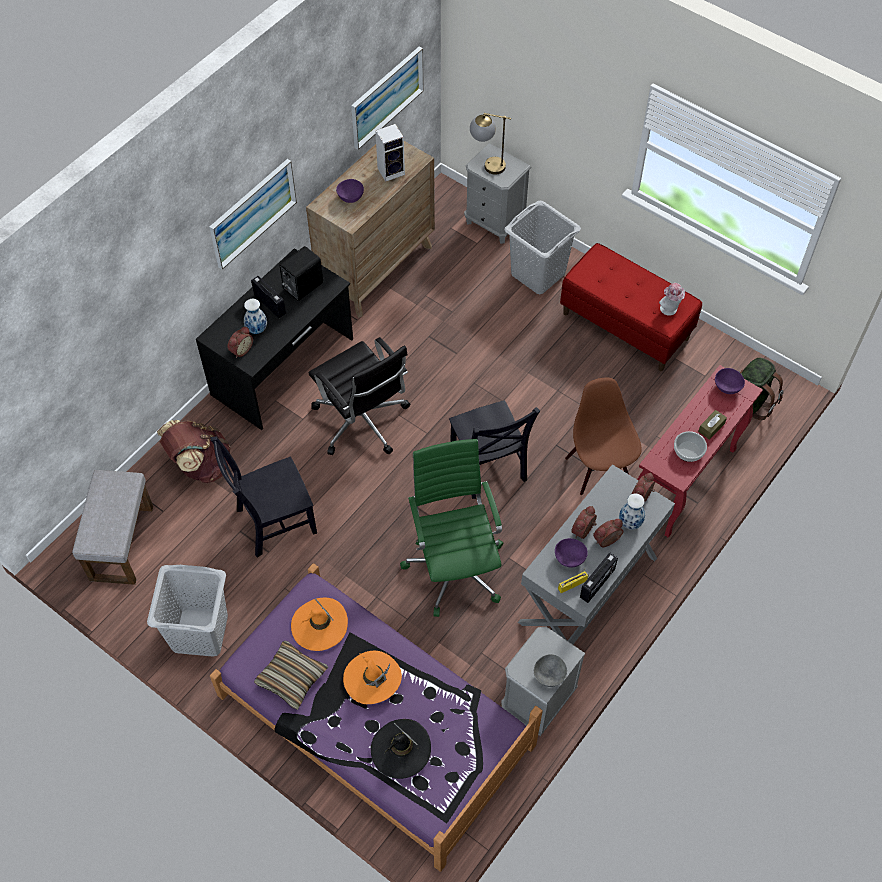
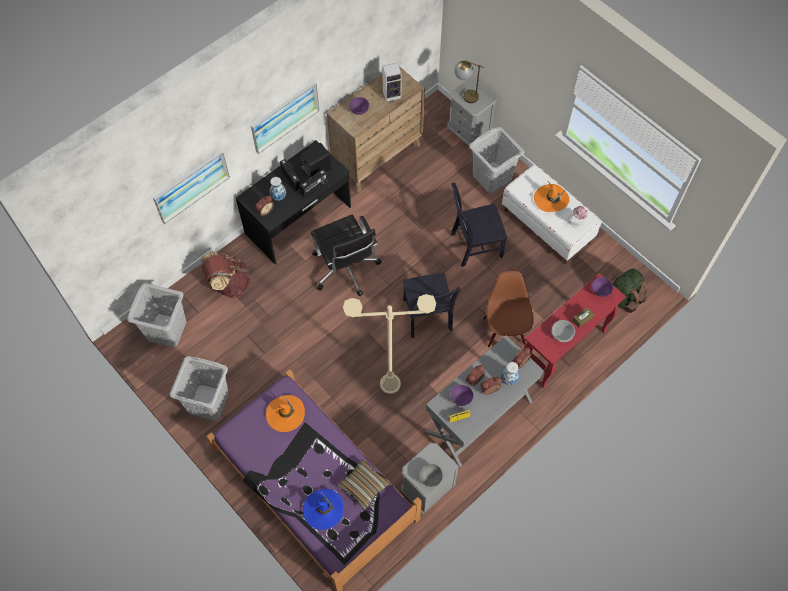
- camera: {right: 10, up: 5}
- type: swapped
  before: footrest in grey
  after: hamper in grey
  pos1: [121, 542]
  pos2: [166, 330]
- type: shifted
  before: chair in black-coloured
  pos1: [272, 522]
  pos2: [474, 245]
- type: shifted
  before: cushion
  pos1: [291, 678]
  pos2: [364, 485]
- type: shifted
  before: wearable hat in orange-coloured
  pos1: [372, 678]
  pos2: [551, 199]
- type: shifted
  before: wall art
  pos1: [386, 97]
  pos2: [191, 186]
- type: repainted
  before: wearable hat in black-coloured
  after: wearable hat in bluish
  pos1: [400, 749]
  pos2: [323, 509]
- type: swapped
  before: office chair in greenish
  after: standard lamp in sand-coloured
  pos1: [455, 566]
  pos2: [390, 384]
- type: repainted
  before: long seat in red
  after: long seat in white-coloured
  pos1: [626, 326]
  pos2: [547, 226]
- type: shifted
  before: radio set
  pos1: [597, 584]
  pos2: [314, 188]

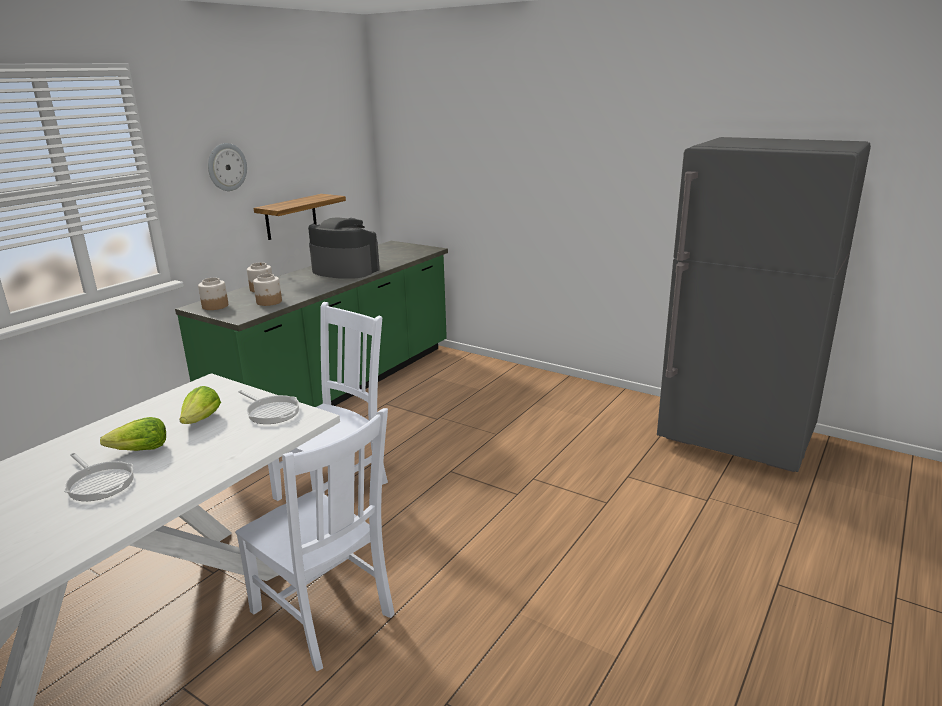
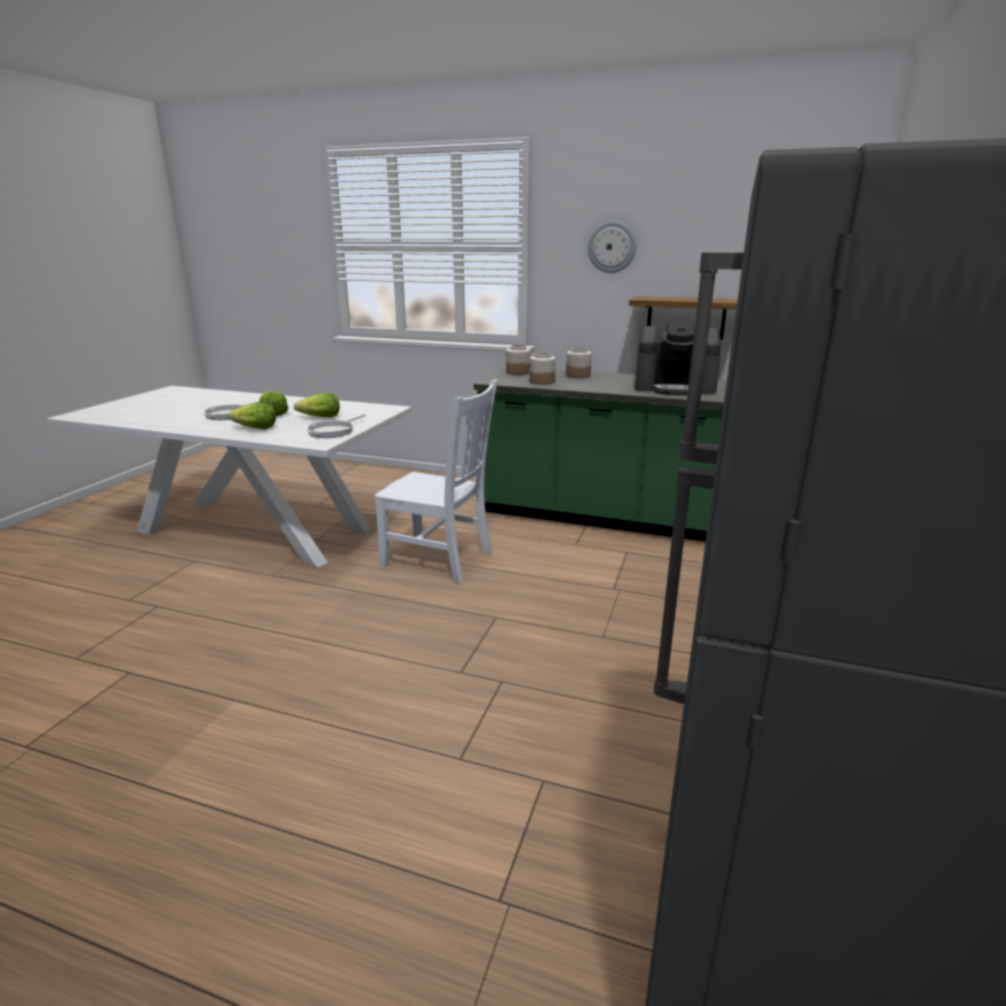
- camera: {right: 75, up: 0}
- type: gone
  before: chair in white-coloured
  pos1: [324, 615]
- type: rotated
  before: coffee machine
  pos1: [344, 270]
  pos2: [675, 387]
  turn: 90
- type: new
  after: lettuce head
  pos2: [255, 429]

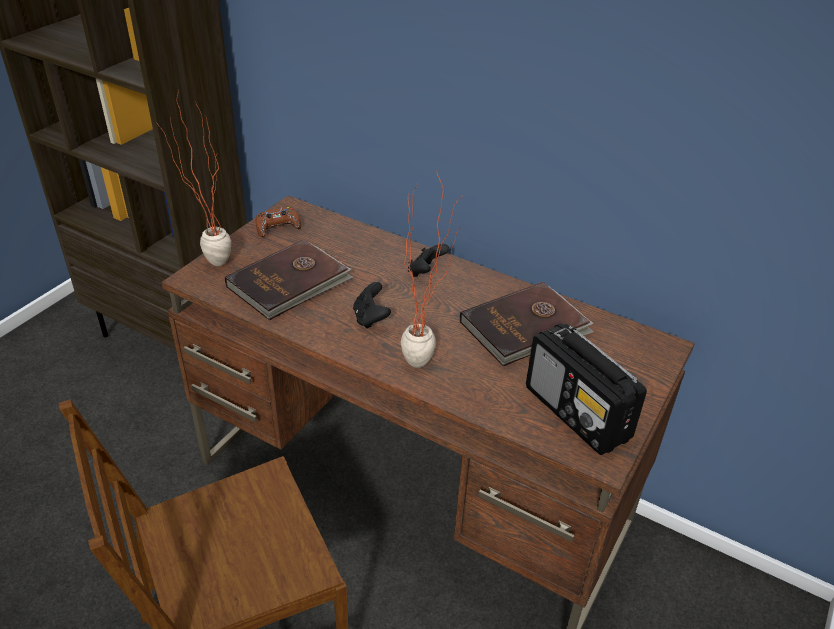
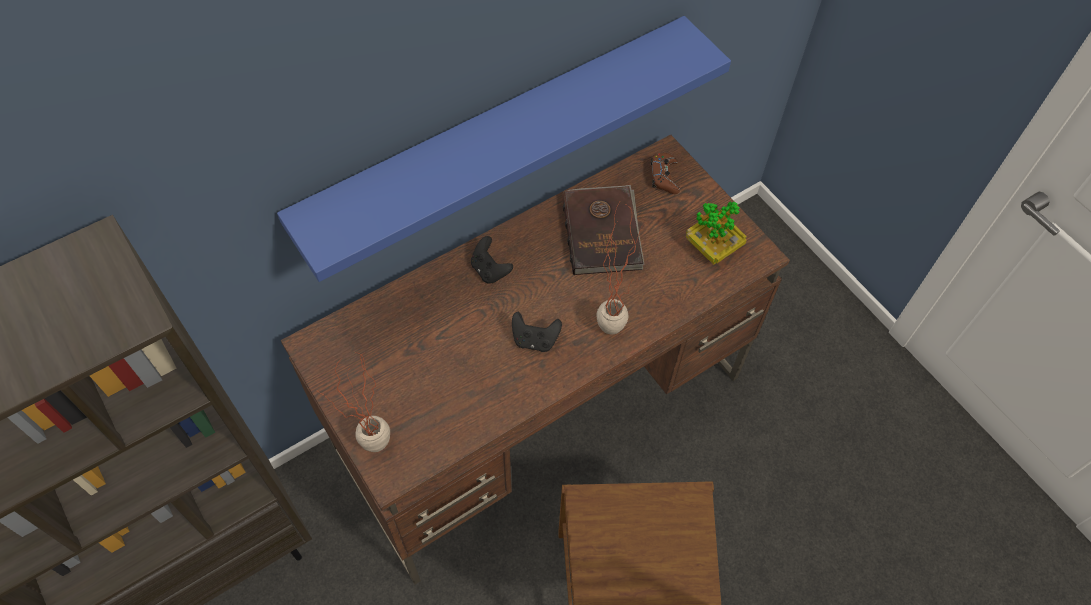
- camera: {right: -65, up: 20}
- type: gone
  before: bound book in brown
  pos1: [290, 283]
- type: shifted
  before: gamepad in brown
  pos1: [277, 227]
  pos2: [664, 177]
- type: swapped
  before: radio set
  after: houseplant
  pos1: [577, 414]
  pos2: [712, 247]
- type: new
  after: shelf in bluish
  pos2: [496, 136]

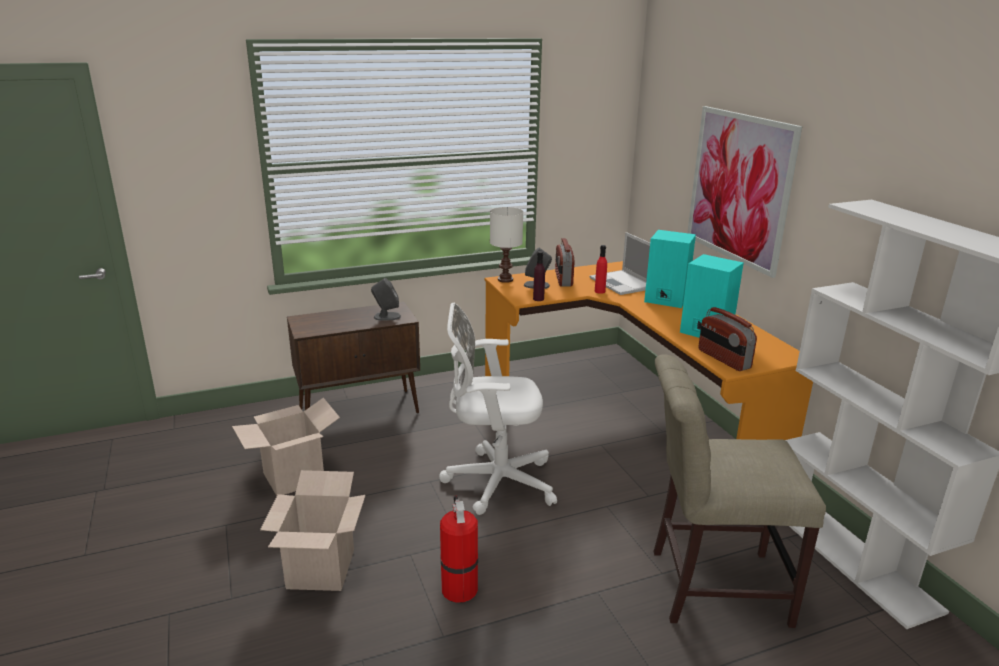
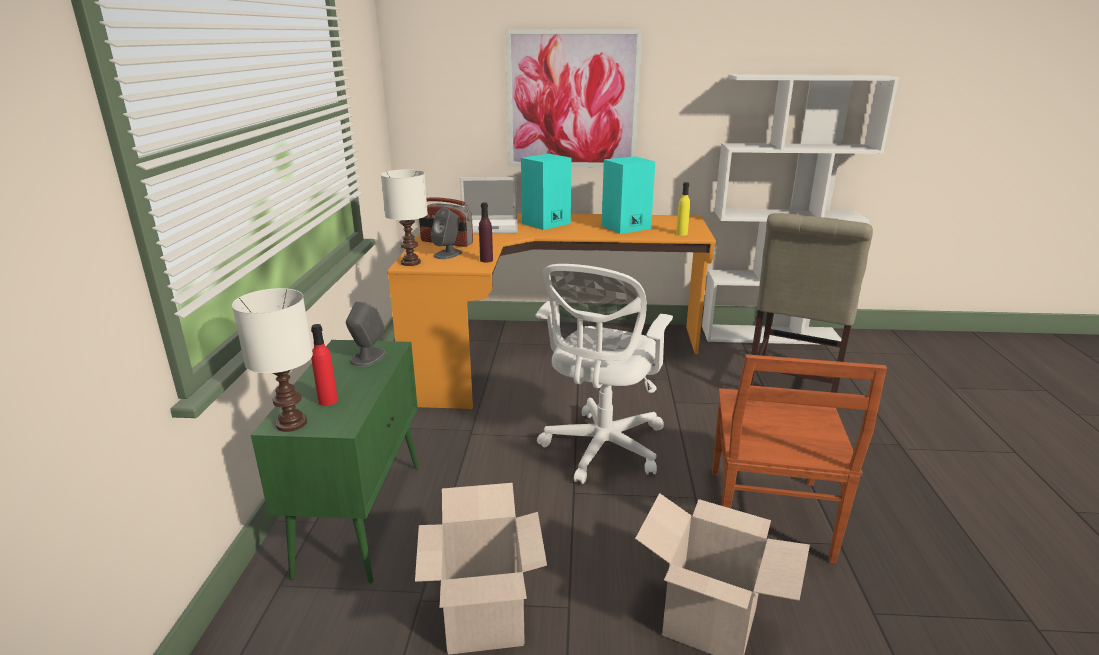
- camera: {right: -65, up: 0}
- type: repainted
  before: storage cabinet in brown
  after: storage cabinet in greenish
  pos1: [360, 411]
  pos2: [361, 516]
- type: swapped
  before: fire-fighting cylinder
  after: chair in brown
  pos1: [459, 587]
  pos2: [768, 516]
- type: shifted
  before: drink bottle in red
  pos1: [599, 291]
  pos2: [328, 401]
- type: swapped
  before: radio set
  after: drink bottle in yellow
  pos1: [723, 359]
  pos2: [681, 234]
- type: new
  after: tabletop lamp in white-coloured
  pos2: [292, 424]

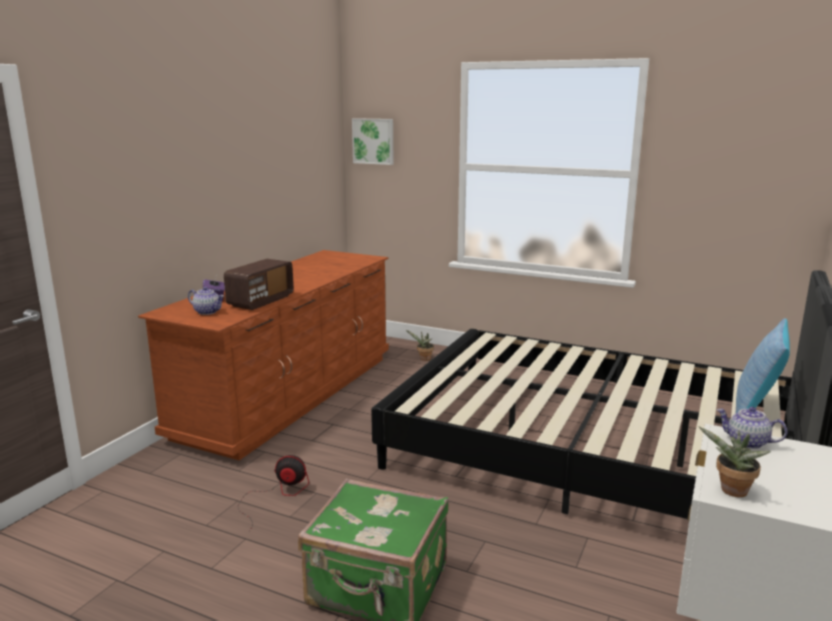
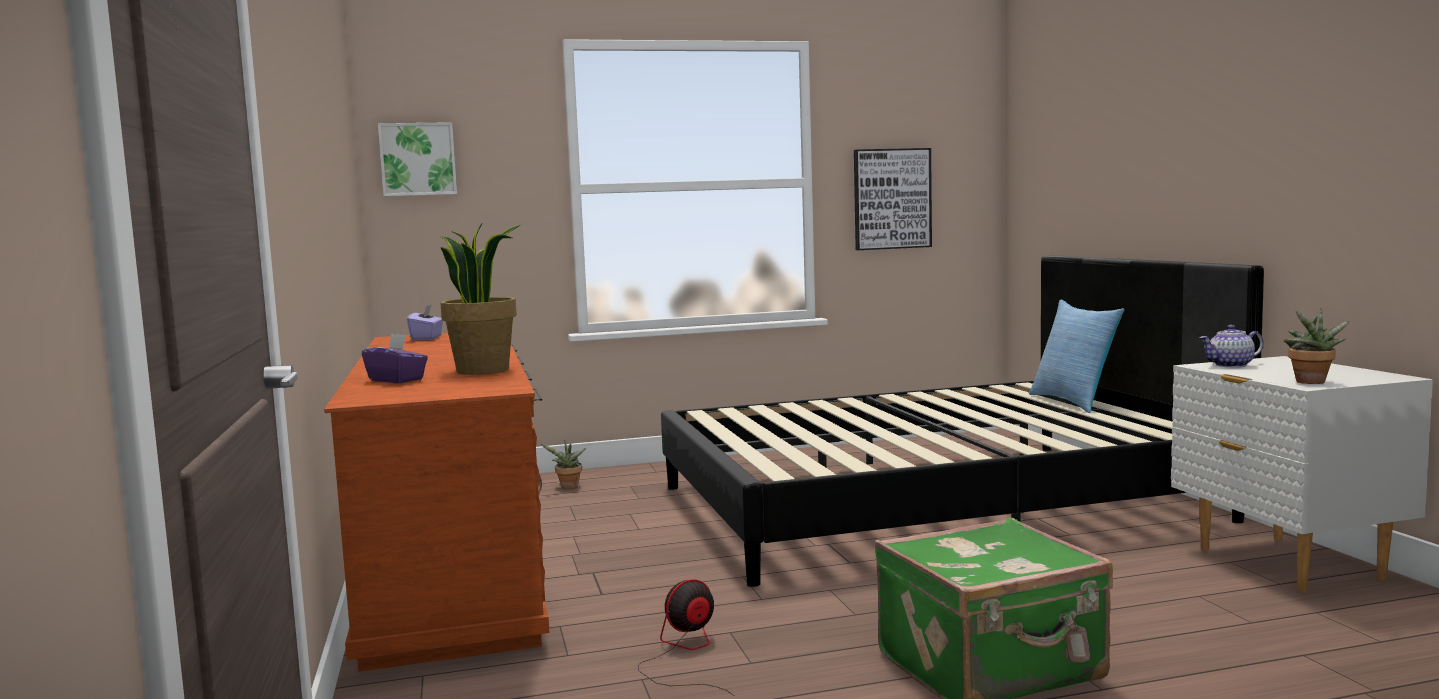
- camera: {right: -40, up: -10}
- type: gone
  before: teapot
  pos1: [208, 312]
- type: swapped
  before: radio set
  after: houseplant
  pos1: [261, 301]
  pos2: [483, 370]
- type: new
  after: tissue box in purple-coloured
  pos2: [427, 338]
- type: new
  after: wall art
  pos2: [891, 199]

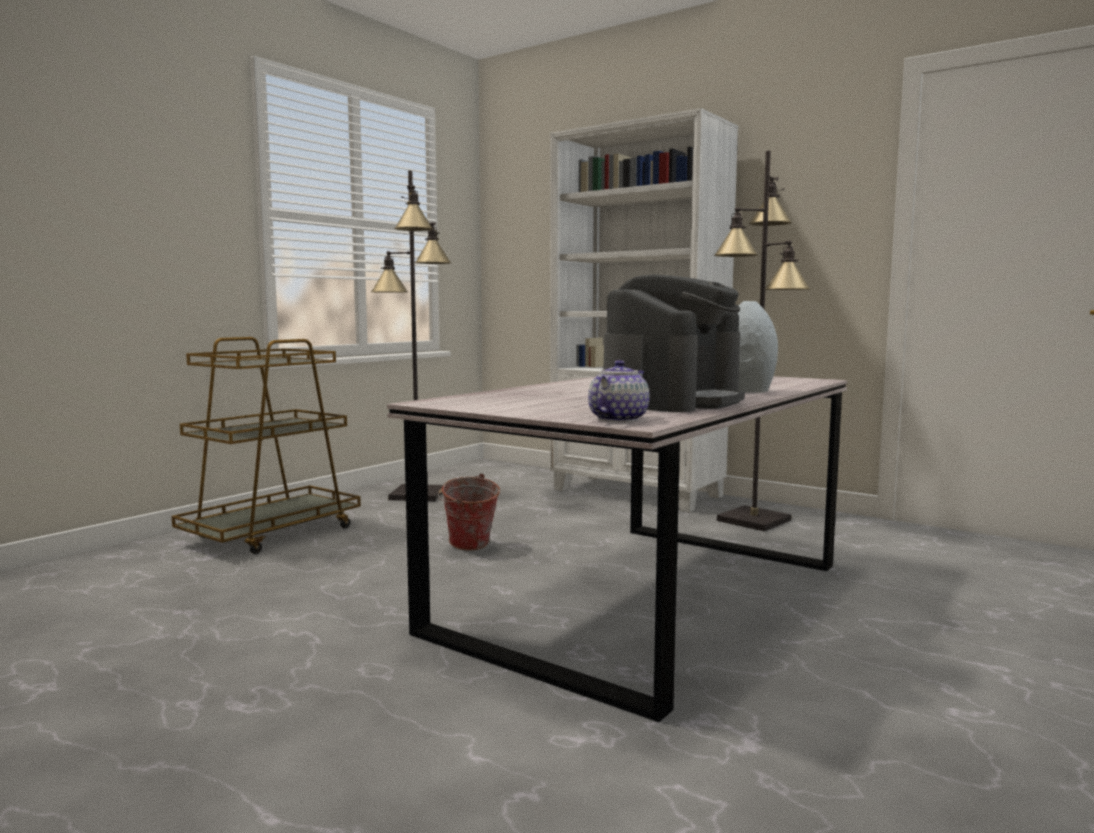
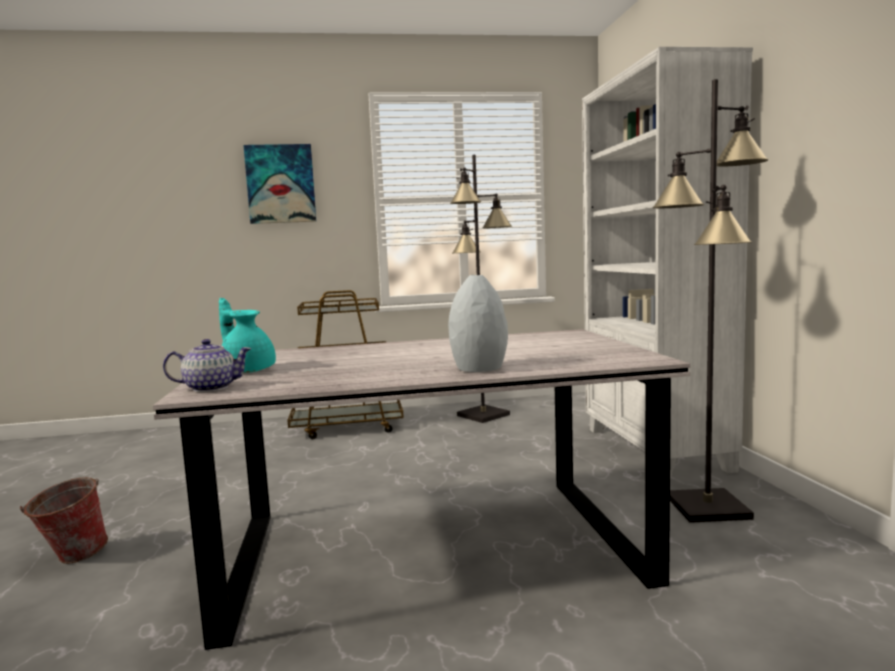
- camera: {right: 45, up: 0}
- type: shifted
  before: pail
  pos1: [469, 548]
  pos2: [71, 558]
- type: gone
  before: coffee machine
  pos1: [673, 401]
- type: new
  after: teapot in turquoise
  pos2: [247, 370]
- type: new
  after: wall art
  pos2: [281, 184]

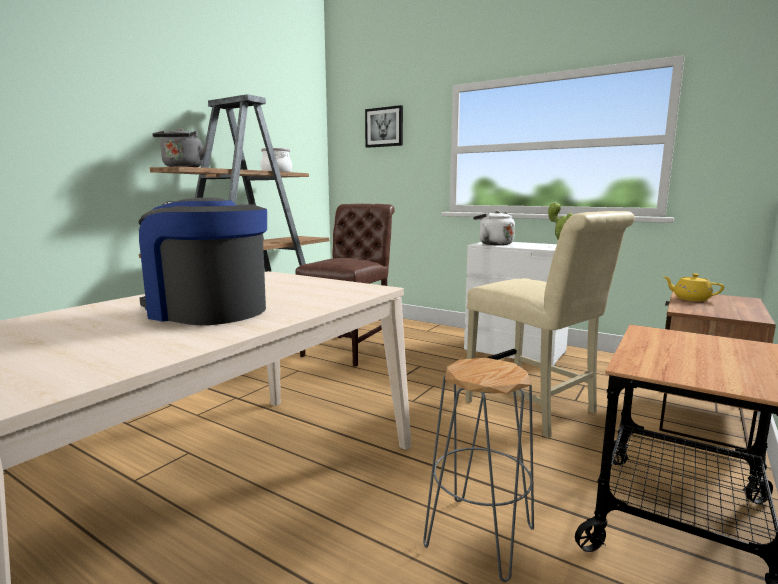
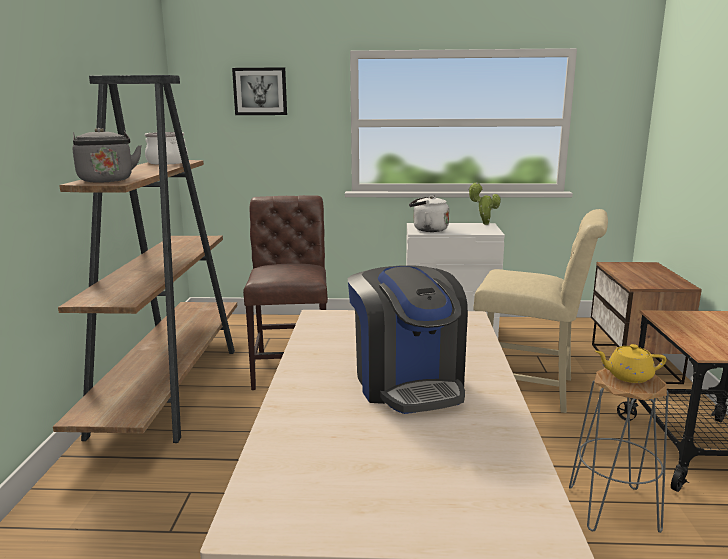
- camera: {right: -30, up: 5}
- type: rotated
  before: coffee machine
  pos1: [207, 311]
  pos2: [408, 383]
  turn: -105
- type: shifted
  before: teapot in yellow
  pos1: [690, 299]
  pos2: [628, 376]

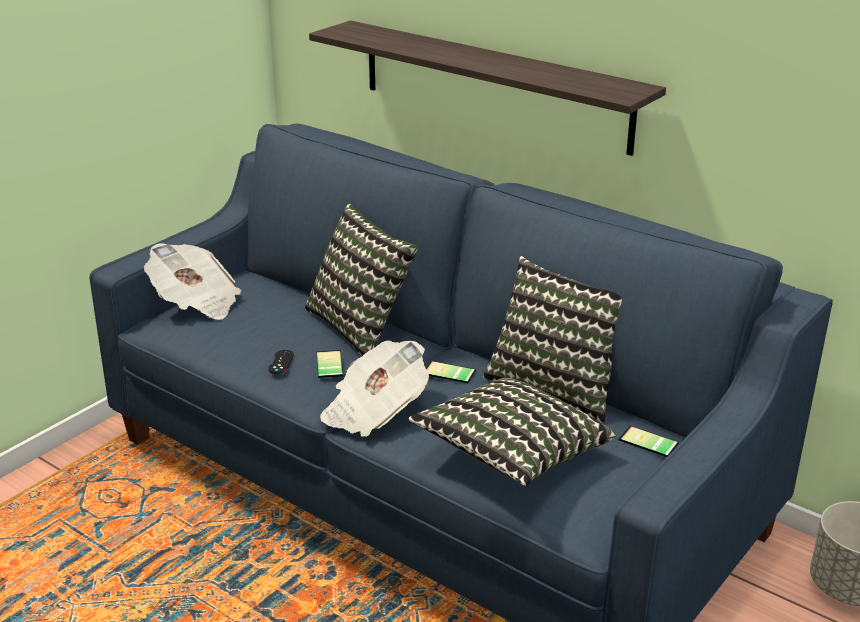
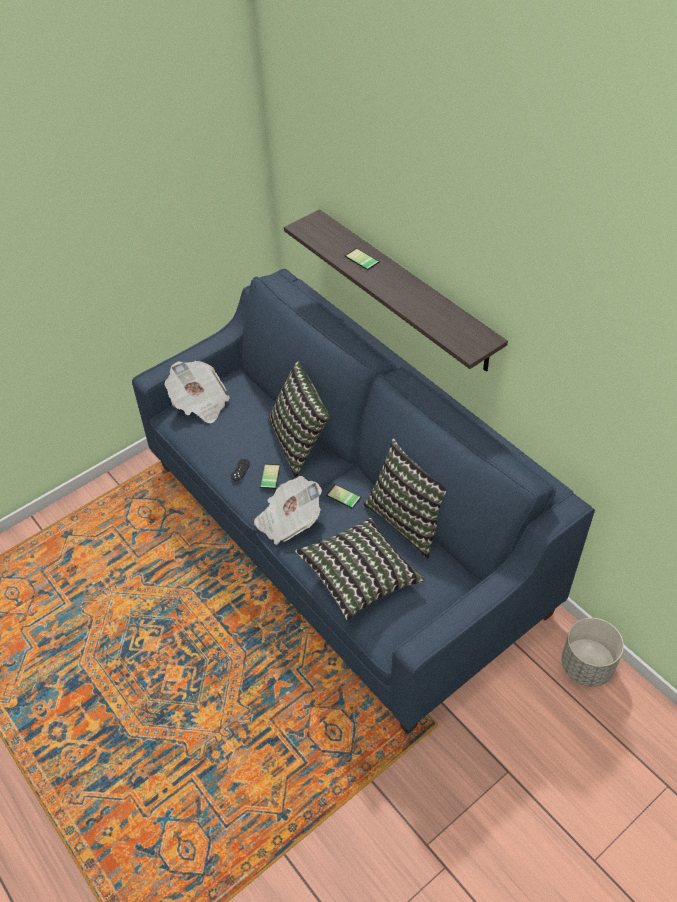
- camera: {right: 15, up: 20}
- type: shifted
  before: phone
  pos1: [647, 443]
  pos2: [360, 260]

